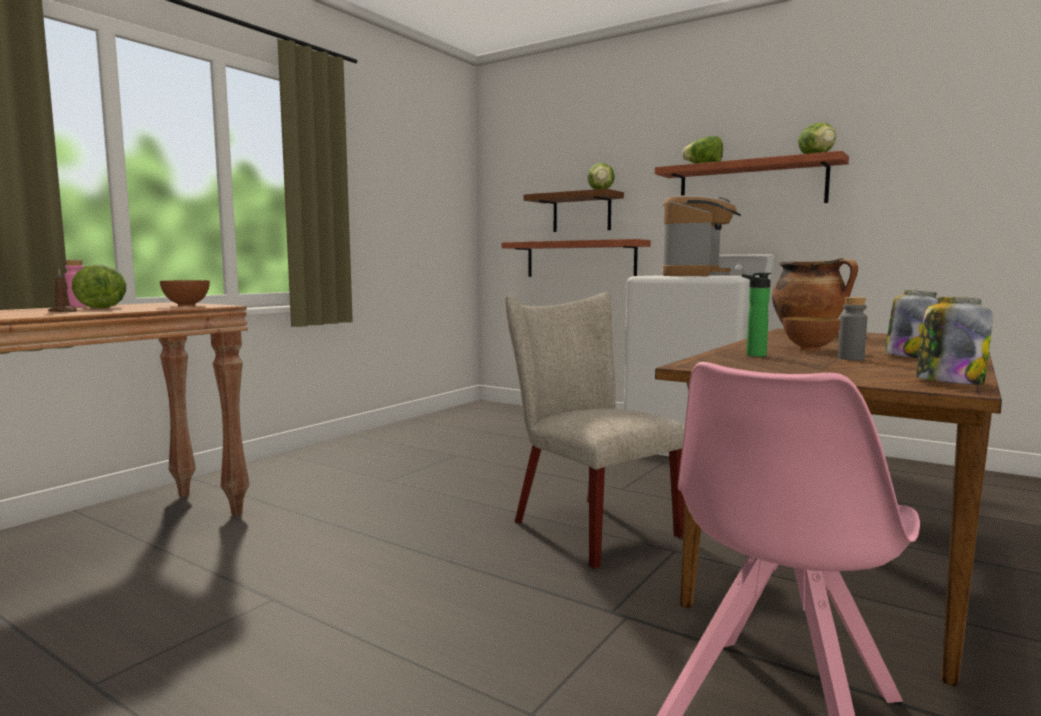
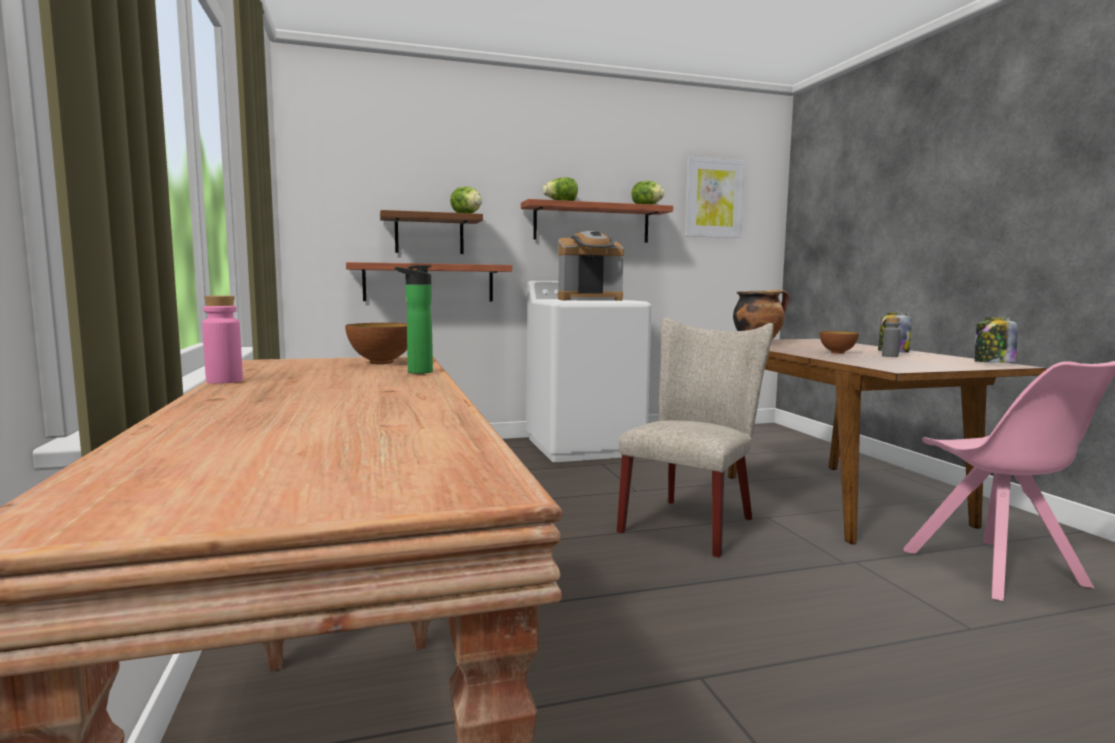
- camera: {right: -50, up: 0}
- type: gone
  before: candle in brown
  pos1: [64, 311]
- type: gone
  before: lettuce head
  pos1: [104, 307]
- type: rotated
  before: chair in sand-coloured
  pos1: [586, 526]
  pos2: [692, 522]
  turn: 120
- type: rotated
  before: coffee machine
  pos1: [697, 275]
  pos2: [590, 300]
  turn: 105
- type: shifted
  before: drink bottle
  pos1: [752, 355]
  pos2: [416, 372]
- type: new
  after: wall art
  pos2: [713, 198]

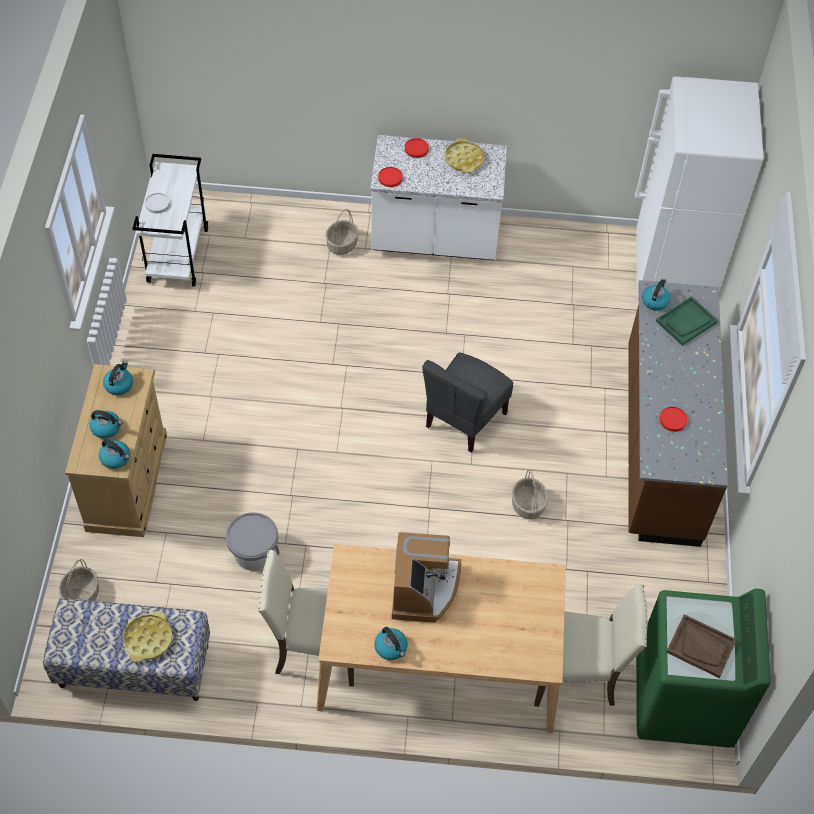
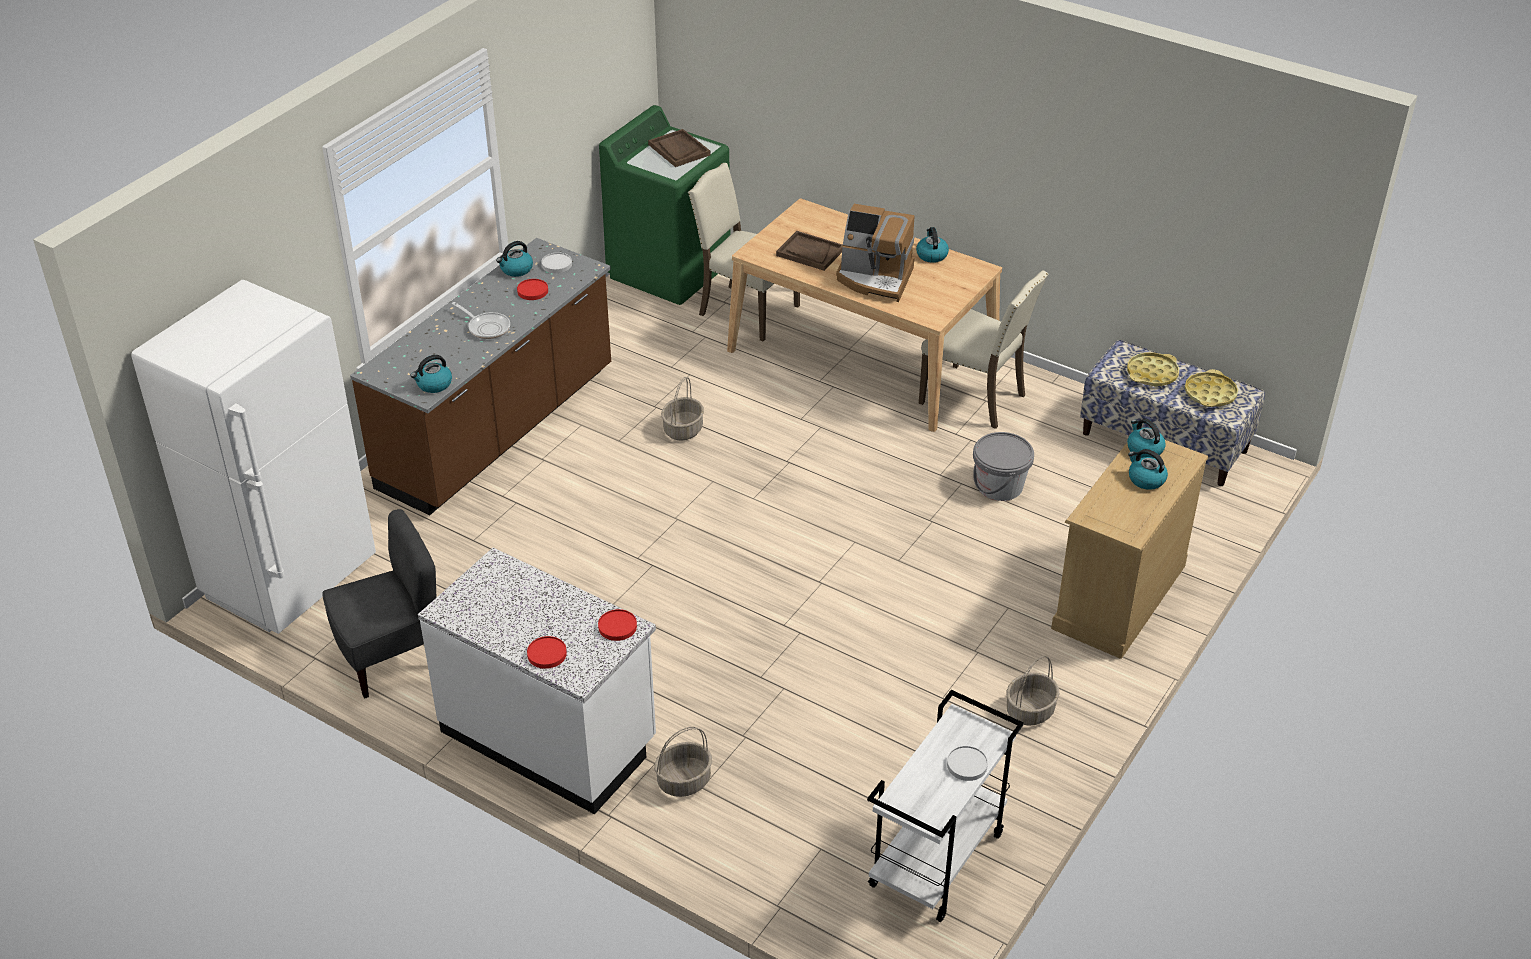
- camera: {right: -150, up: -15}
- type: shifted
  before: basket
  pos1: [81, 594]
  pos2: [1030, 711]
- type: shifted
  before: tea kettle
  pos1: [119, 385]
  pos2: [516, 269]
- type: rotated
  before: coffee machine
  pos1: [424, 589]
  pos2: [875, 278]
  turn: -105
- type: shifted
  before: chair in grey
  pos1: [464, 419]
  pos2: [391, 656]
- type: shifted
  before: serving tray in yellow
  pos1: [464, 159]
  pos2: [1210, 394]
- type: gone
  before: serving tray in greenish
  pos1: [686, 322]
- type: new
  after: frying pan
  pos2: [486, 327]
- type: new
  after: plate in white-coloured
  pos2: [557, 264]
- type: new
  after: serving tray in brown
  pos2: [810, 252]

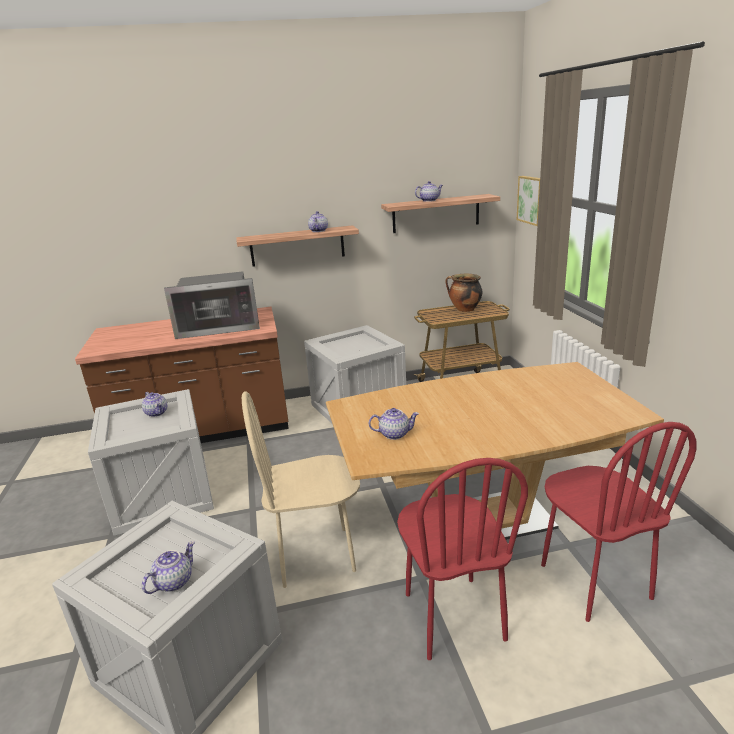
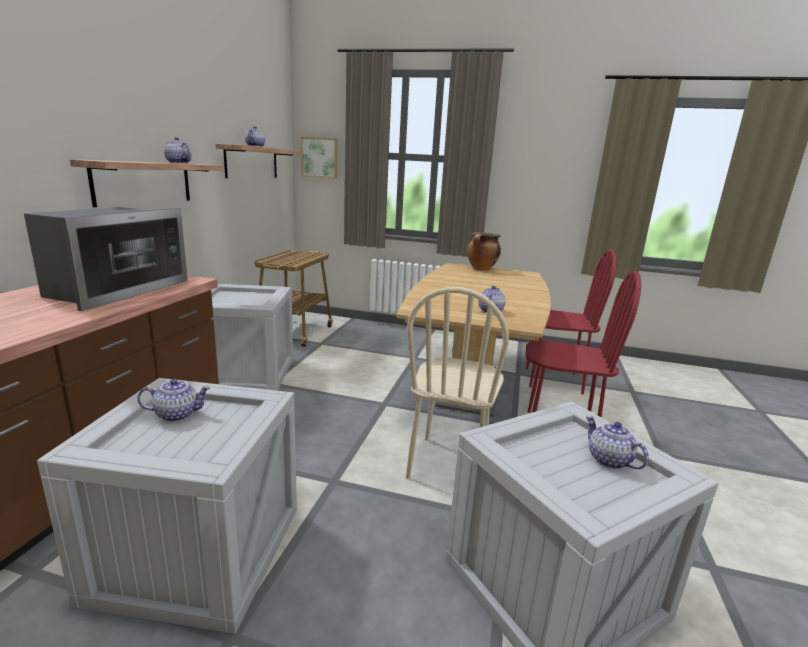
- camera: {right: -65, up: -5}
- type: shifted
  before: saucepot
  pos1: [464, 310]
  pos2: [481, 269]

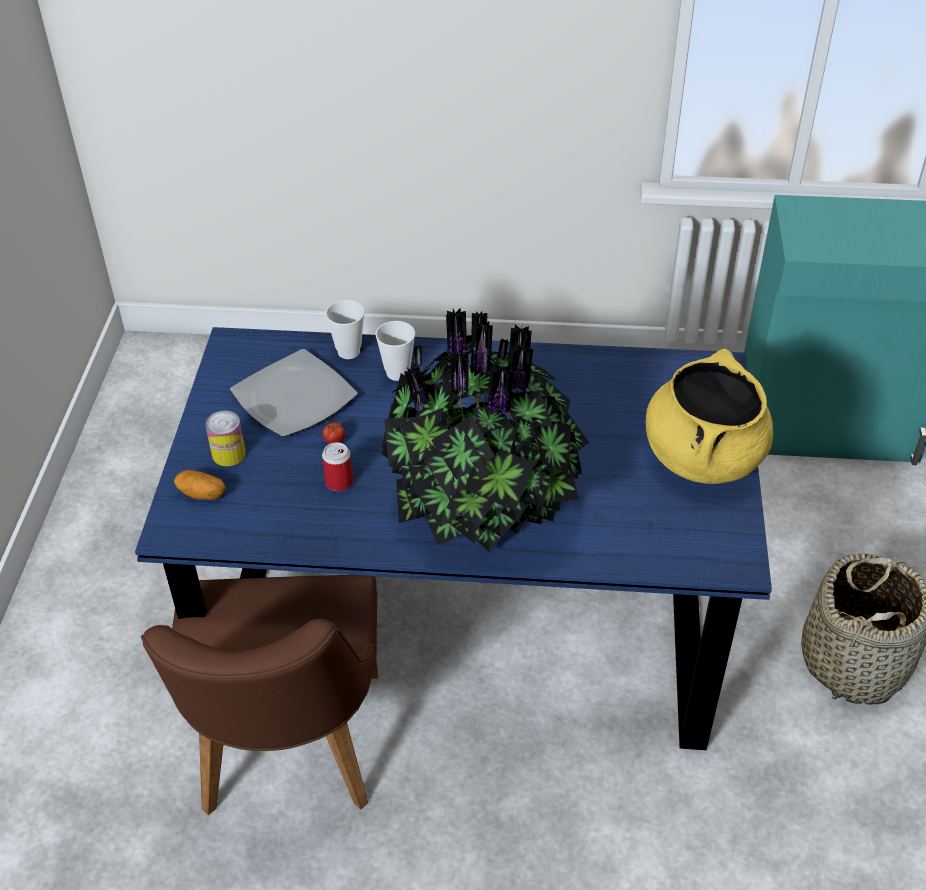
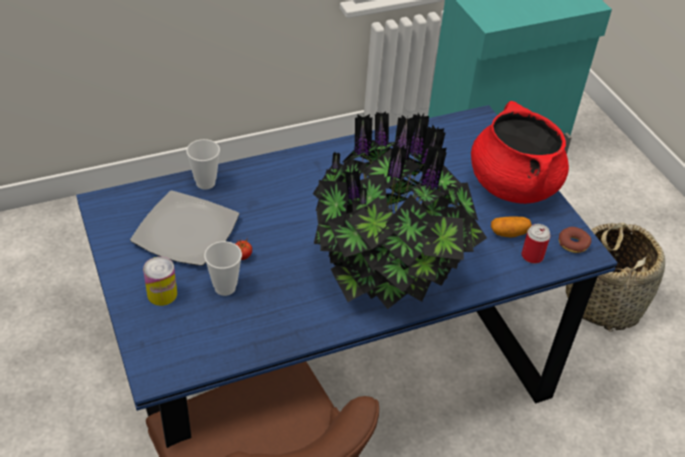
- camera: {right: -30, up: 0}
- type: shifted
  before: whole potato
  pos1: [202, 493]
  pos2: [509, 233]
- type: shifted
  before: sealed can
  pos1: [339, 482]
  pos2: [532, 256]
- type: shifted
  before: drinking cup
  pos1: [397, 373]
  pos2: [225, 287]
- type: repainted
  before: saucepot in yellow
  after: saucepot in red
  pos1: [703, 456]
  pos2: [512, 185]
- type: new
  after: donut
  pos2: [573, 244]

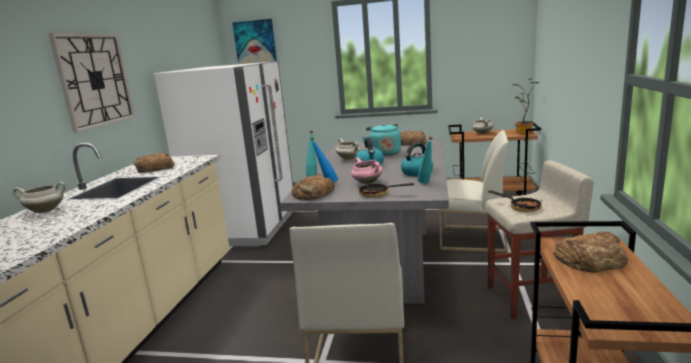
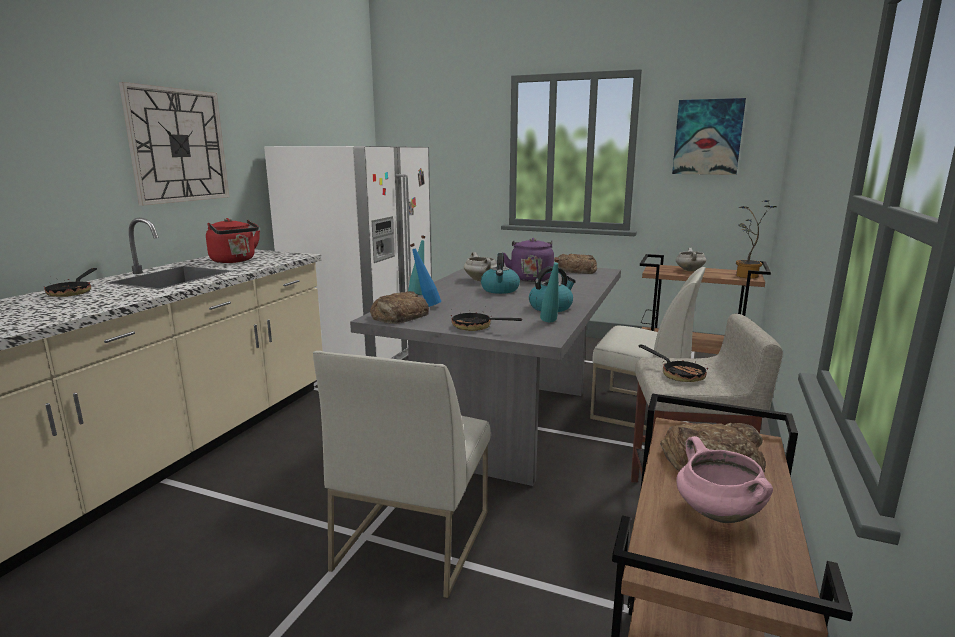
- camera: {right: 10, up: 0}
- type: swapped
  before: saucepot in white-coloured
  after: frying pan
  pos1: [46, 211]
  pos2: [73, 292]
- type: swapped
  before: bakery bread
  after: tea kettle in red
  pos1: [154, 168]
  pos2: [235, 261]
- type: shifted
  before: wall art
  pos1: [255, 45]
  pos2: [707, 137]
- type: shifted
  before: saucepot in pinkish
  pos1: [366, 183]
  pos2: [716, 513]
- type: repainted
  before: tea kettle in turquoise
  after: tea kettle in purple-coloured
  pos1: [384, 153]
  pos2: [531, 278]

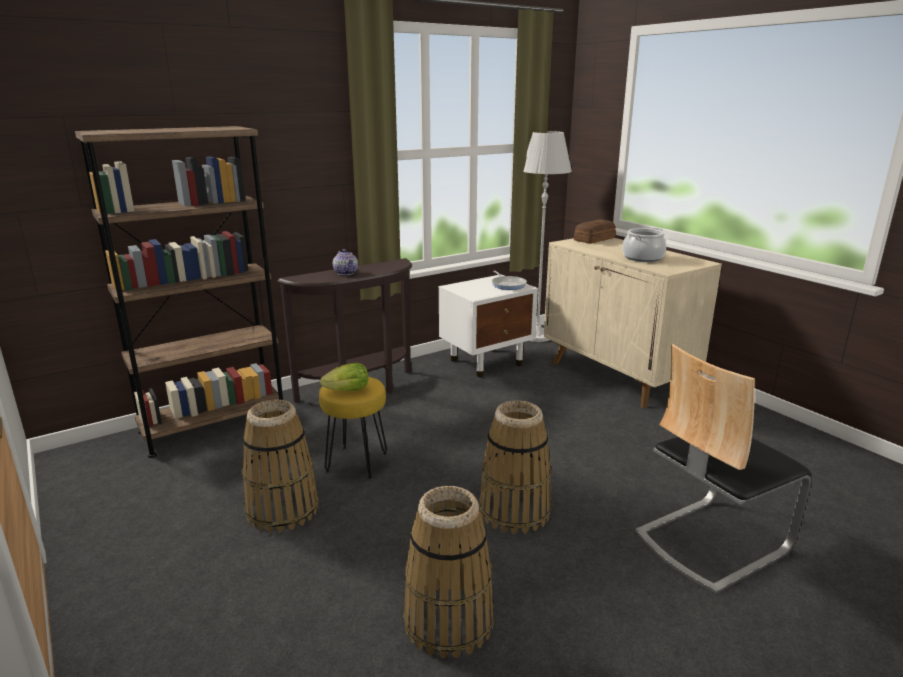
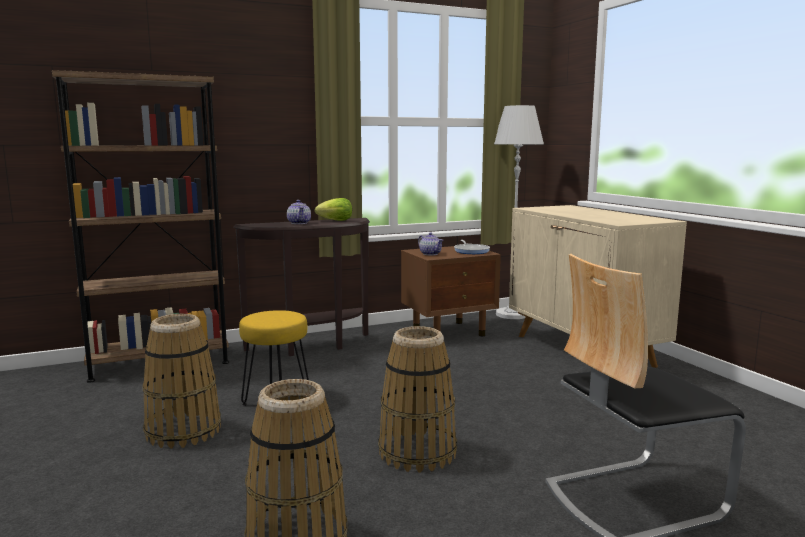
- camera: {right: 10, up: -10}
- type: shifted
  before: lettuce head
  pos1: [348, 391]
  pos2: [336, 220]
- type: repainted
  before: nightstand in white-coloured
  after: nightstand in brown
  pos1: [487, 362]
  pos2: [449, 331]
- type: gone
  before: bakery bread
  pos1: [593, 239]
- type: gone
  before: saucepot
  pos1: [643, 258]
- type: new
  after: teapot
  pos2: [430, 254]

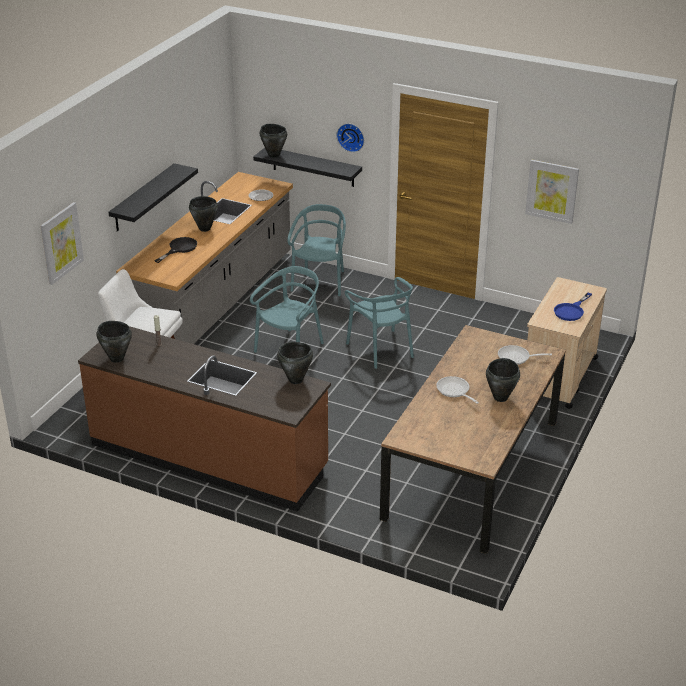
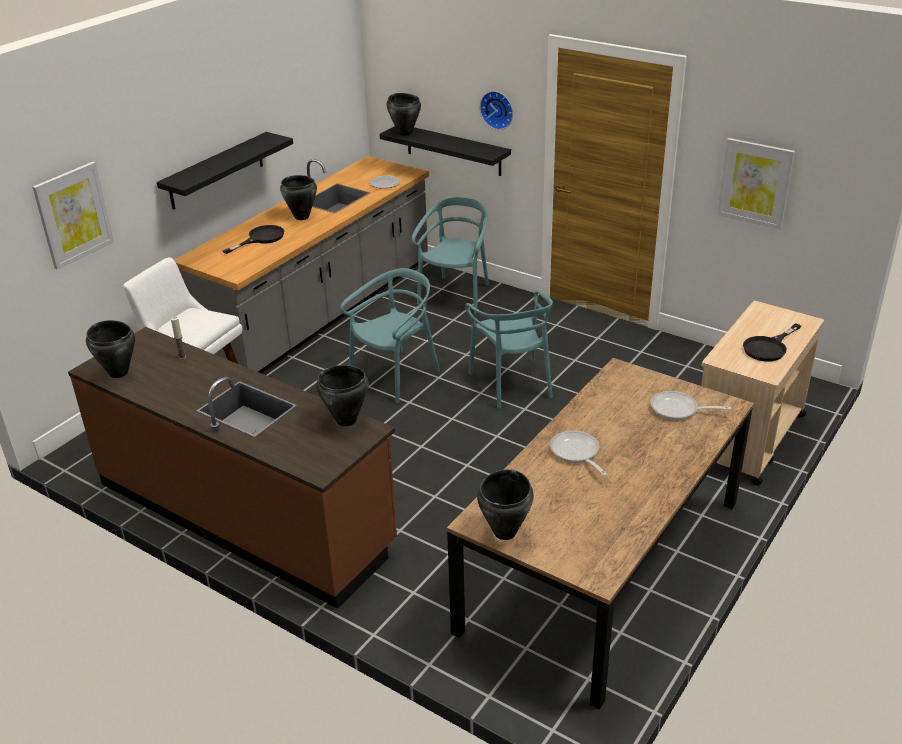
- camera: {right: 10, up: 0}
- type: shifted
  before: saucepot in black-coloured
  pos1: [501, 397]
  pos2: [505, 532]
- type: repainted
  before: frying pan in bluish
  after: frying pan in black-coloured
  pos1: [571, 311]
  pos2: [769, 347]

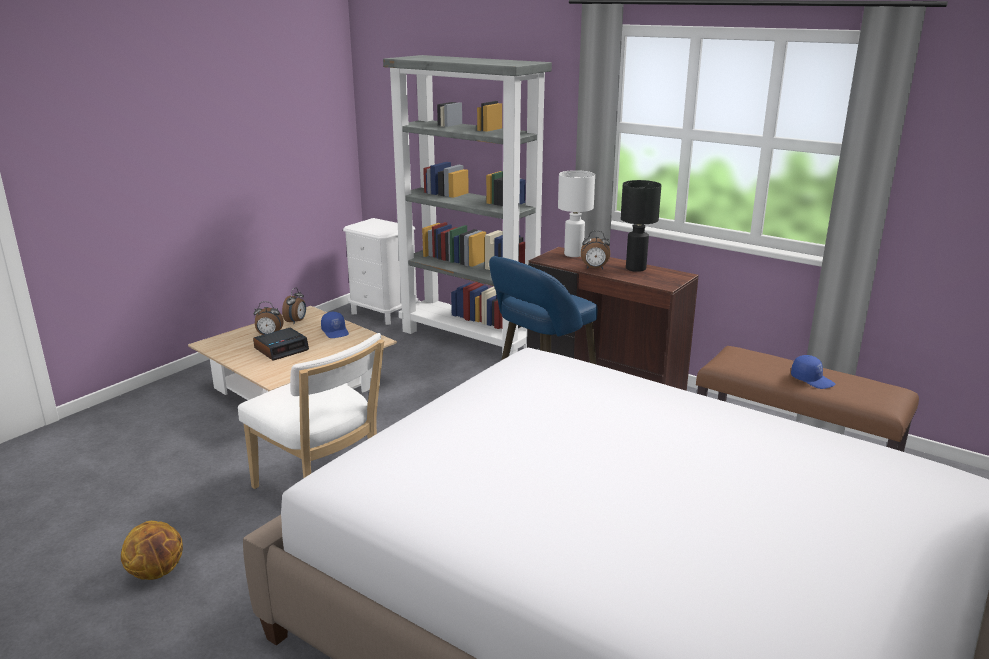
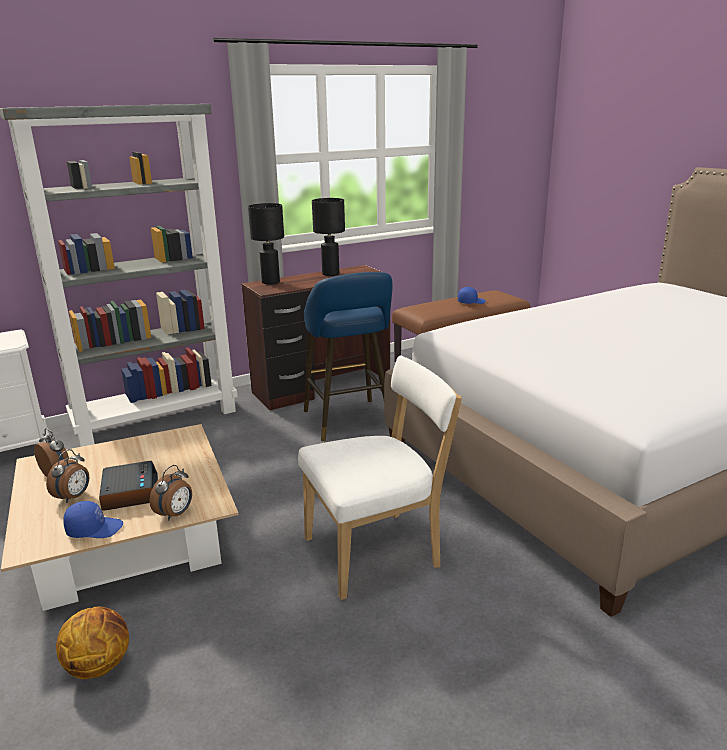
- camera: {right: -65, up: 0}
- type: shifted
  before: basketball
  pos1: [157, 572]
  pos2: [99, 665]
- type: shifted
  before: baseball cap in bluish
  pos1: [336, 332]
  pos2: [94, 528]
- type: repainted
  before: tabletop lamp in white-coloured
  after: tabletop lamp in black-coloured
  pos1: [573, 254]
  pos2: [270, 282]
- type: shifted
  before: bedside clock
  pos1: [594, 268]
  pos2: [175, 514]

